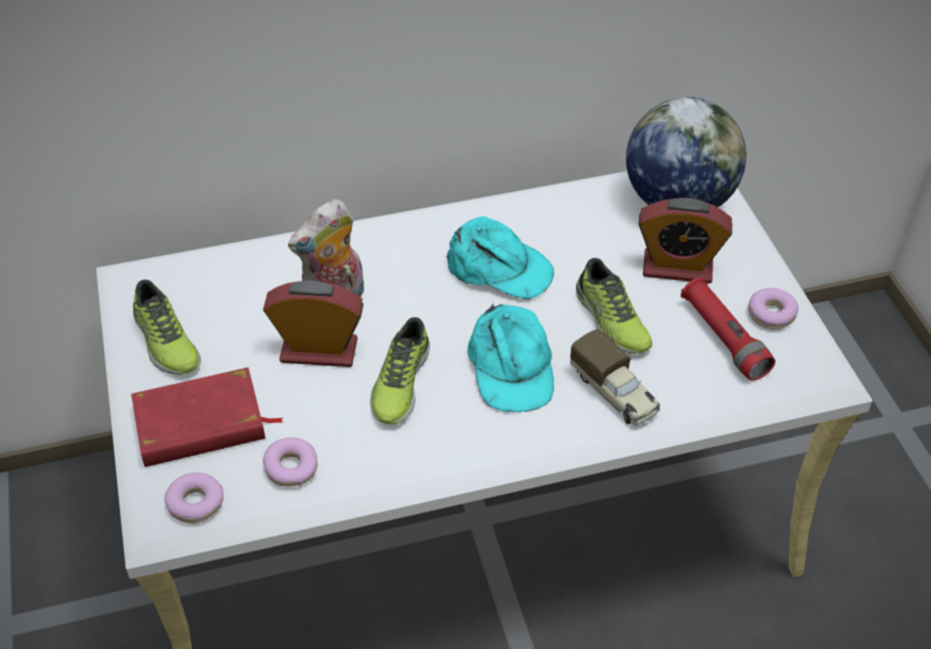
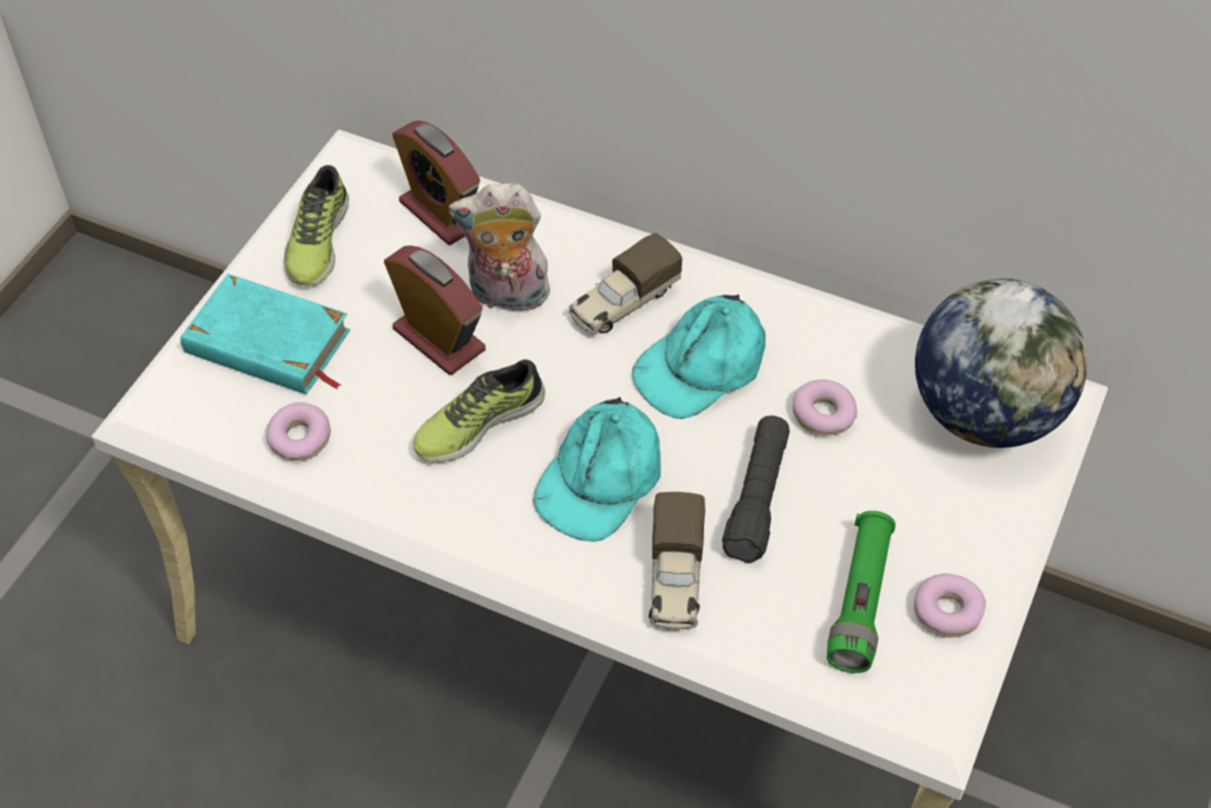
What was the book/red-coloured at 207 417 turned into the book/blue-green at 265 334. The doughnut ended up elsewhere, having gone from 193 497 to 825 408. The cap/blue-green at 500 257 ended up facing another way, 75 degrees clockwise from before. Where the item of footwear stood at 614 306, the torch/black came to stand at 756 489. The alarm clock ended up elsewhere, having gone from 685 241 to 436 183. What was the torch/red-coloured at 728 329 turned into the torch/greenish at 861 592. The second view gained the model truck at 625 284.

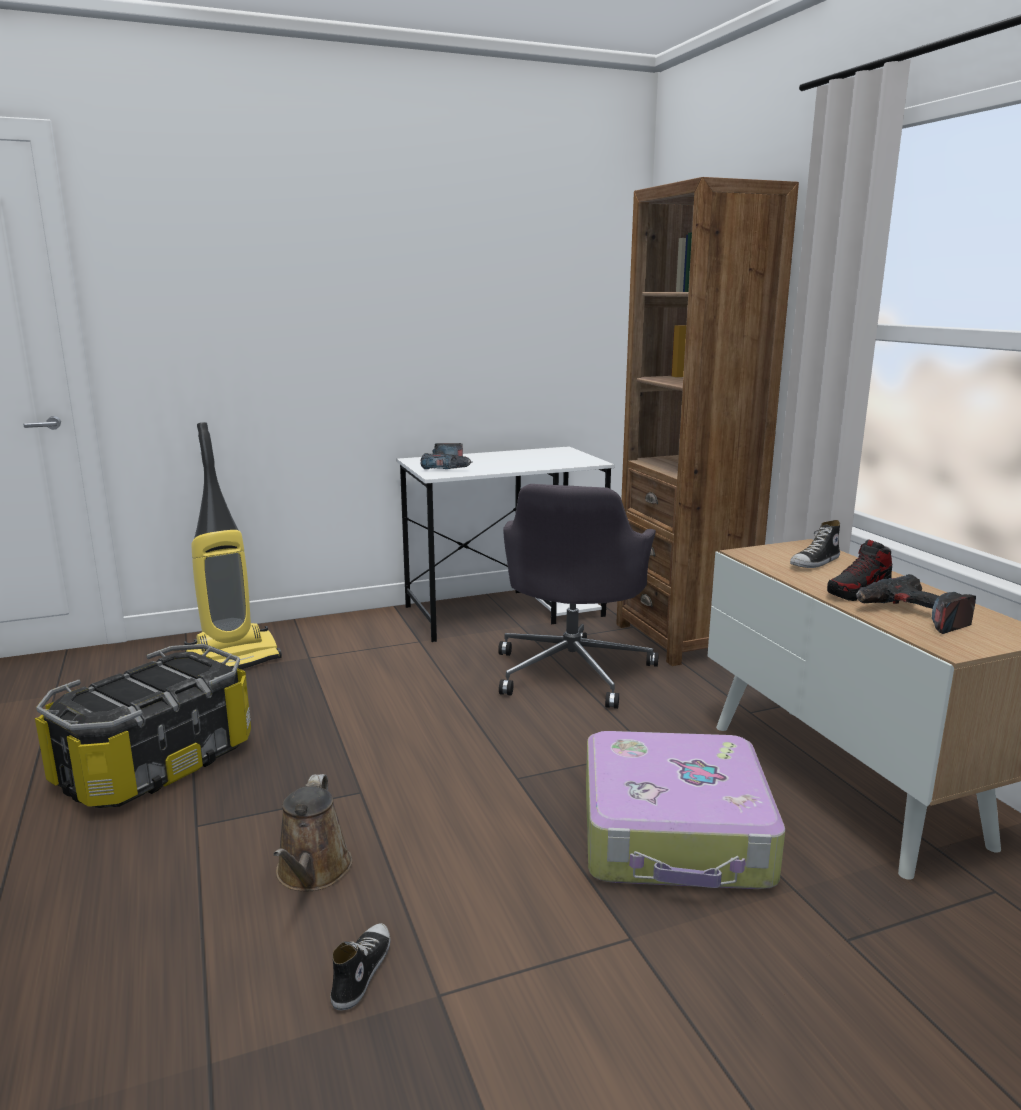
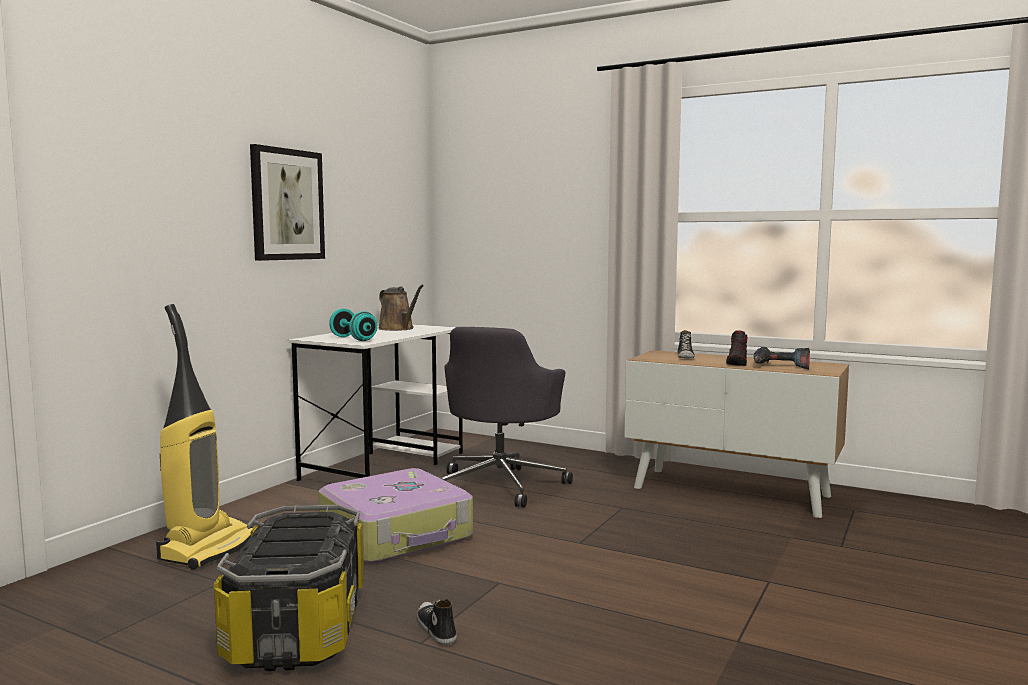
The watering can/brownish ended up elsewhere, having gone from 312 832 to 401 308. The item of footwear ended up elsewhere, having gone from 360 967 to 437 622. Where the power drill stood at 446 456, the free weight/blue-green came to stand at 353 324. The office chair/greyish at 578 596 ended up facing another way, 45 degrees clockwise from before. The travel case ended up elsewhere, having gone from 685 810 to 395 515. The second view lost the bookcase/brownish at 707 421. The second view gained the wall picture at 287 202.

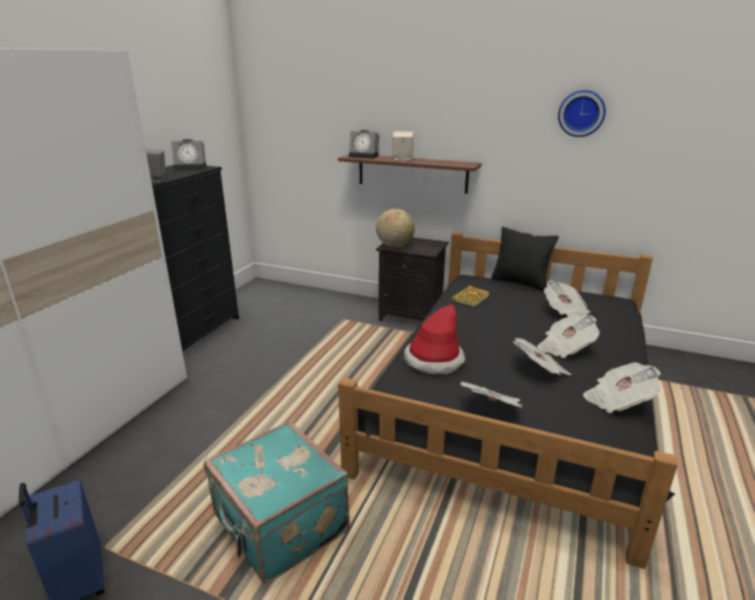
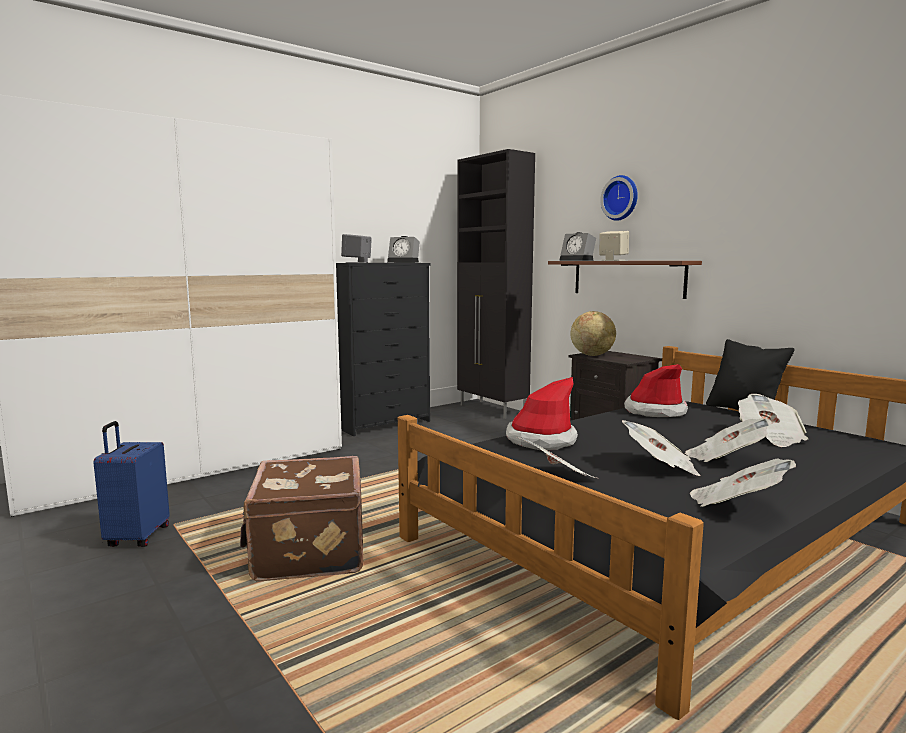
What was the travel case/blue-green at 277 502 turned into the travel case/brownish at 301 518. Where the book stood at 470 295, the clothing hat came to stand at 656 390. The hanging clock ended up elsewhere, having gone from 582 113 to 619 198. The second view gained the cupboard/black at 496 284.

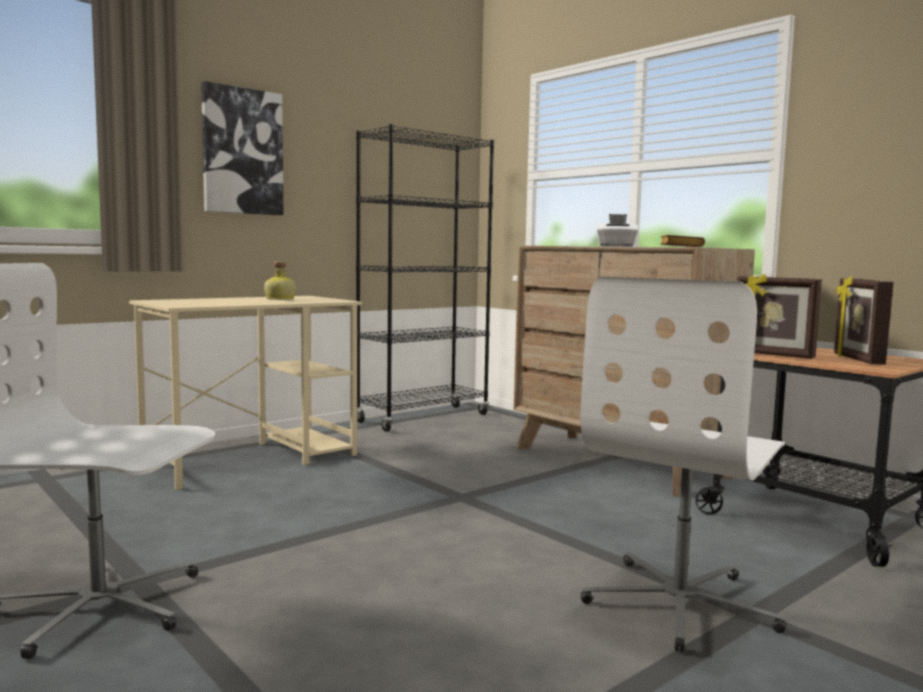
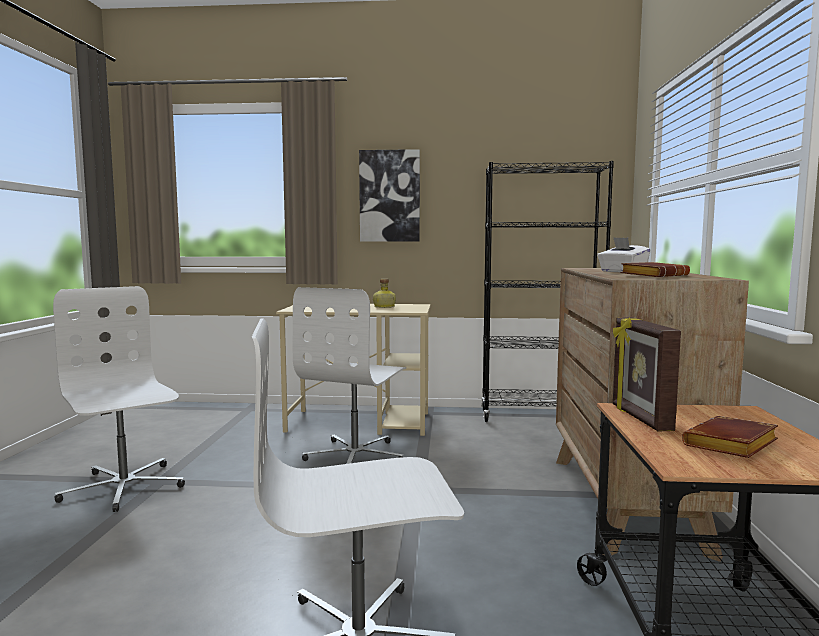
Where the standing frame stood at 864 320, the book/brownish came to stand at 730 437. The second view gained the office chair/whitish at 349 375.

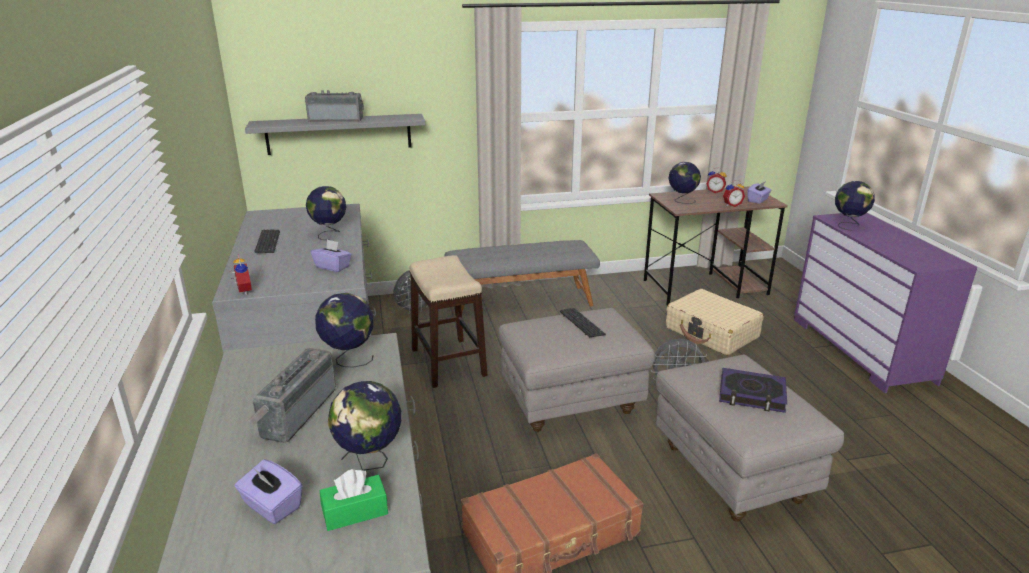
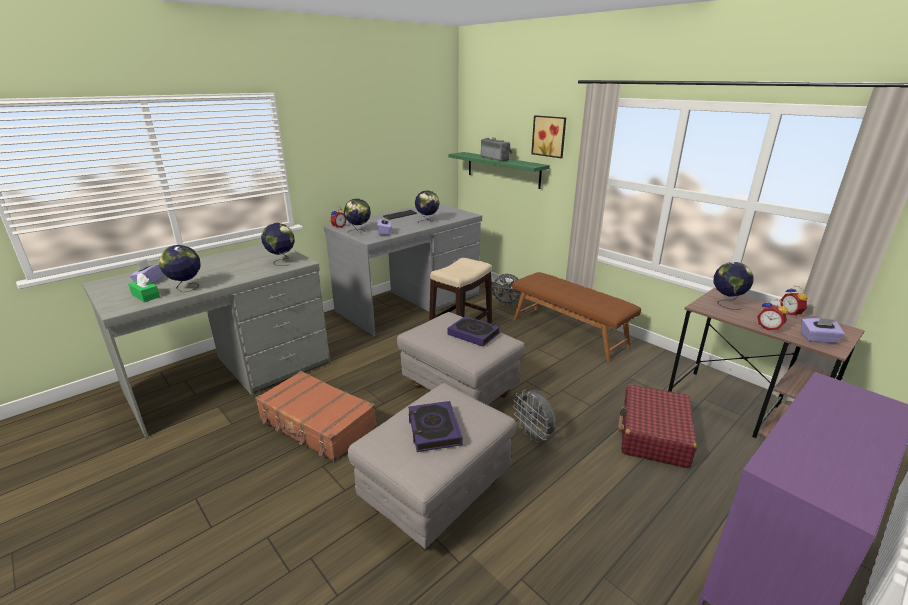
What was the wall shelf/greyish at 335 134 turned into the wall shelf/greenish at 499 170. The second view lost the radio set at 292 395. What was the long seat/greyish at 522 276 turned into the long seat/brownish at 576 317. Where the PC keyboard stood at 583 322, the book came to stand at 473 331. What was the travel case/sand-coloured at 715 322 turned into the travel case/red-coloured at 657 426. The world globe ended up elsewhere, having gone from 855 206 to 357 215. The second view gained the wall picture at 548 136.

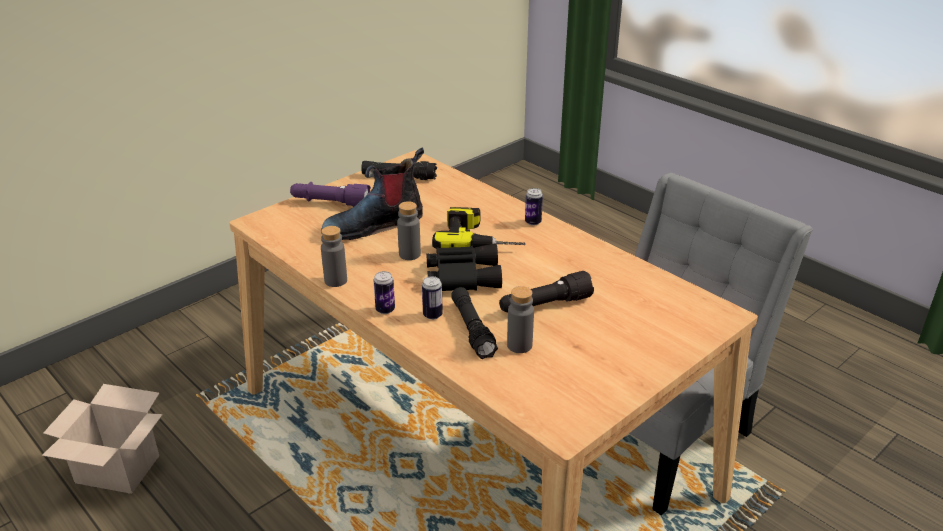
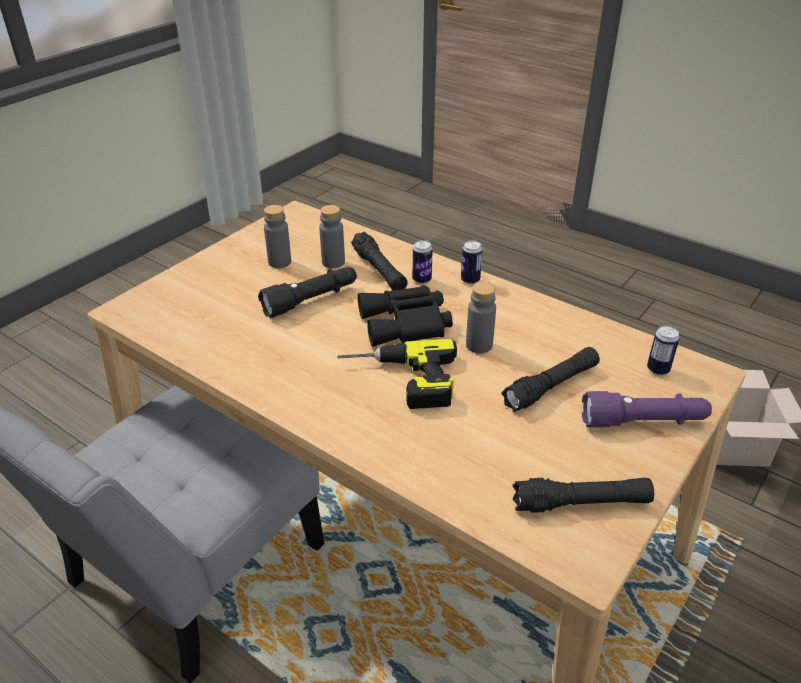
Where the tall boot stood at 372 194, the torch/black came to stand at 550 379. The drink bottle/greyish ended up elsewhere, having gone from 334 256 to 277 236. The can ended up elsewhere, having gone from 534 207 to 663 350.

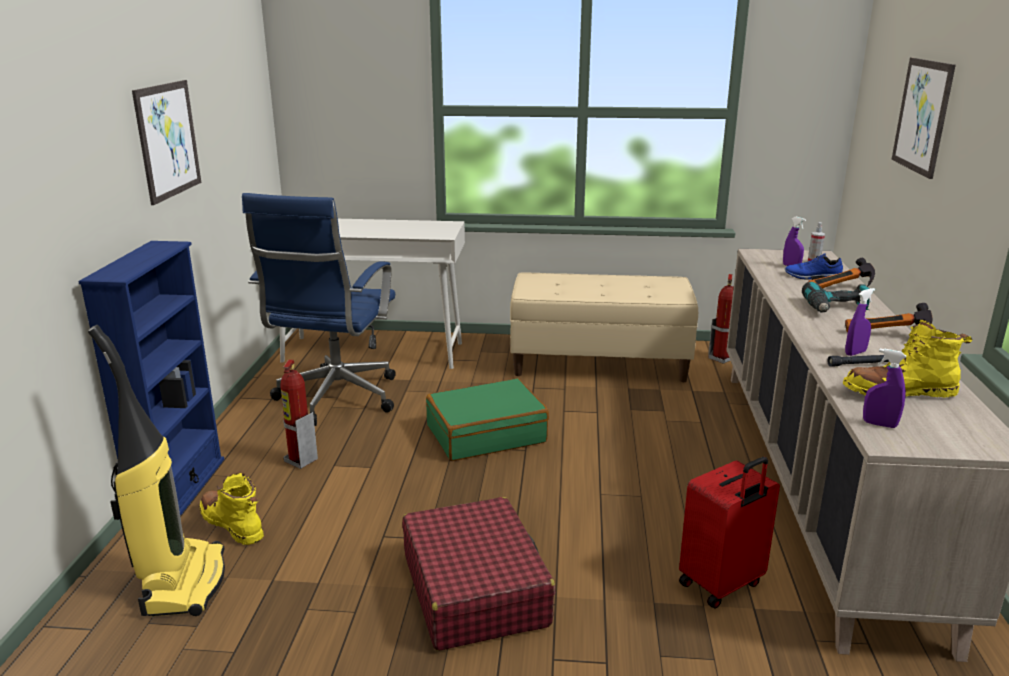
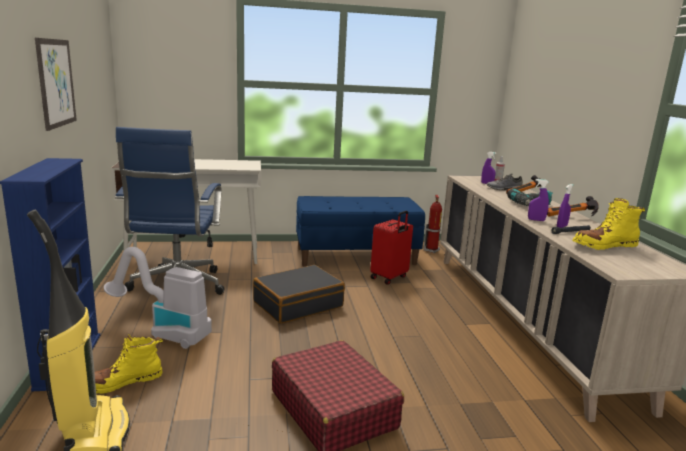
The tall boot/yellow at 232 509 ended up facing another way, 60 degrees counterclockwise from before. Where the fire extinguisher stood at 299 414, the vacuum cleaner came to stand at 158 298. What was the travel case/greenish at 487 419 turned into the travel case/black at 299 294. What was the long seat/sand-coloured at 604 327 turned into the long seat/blue-coloured at 360 231. The travel case/red-coloured ended up elsewhere, having gone from 729 533 to 391 248. What was the item of footwear/blue-coloured at 814 266 turned into the item of footwear/greyish at 505 182. The spray bottle/purplish ended up elsewhere, having gone from 884 388 to 538 200. The second view lost the wall picture at 923 118.

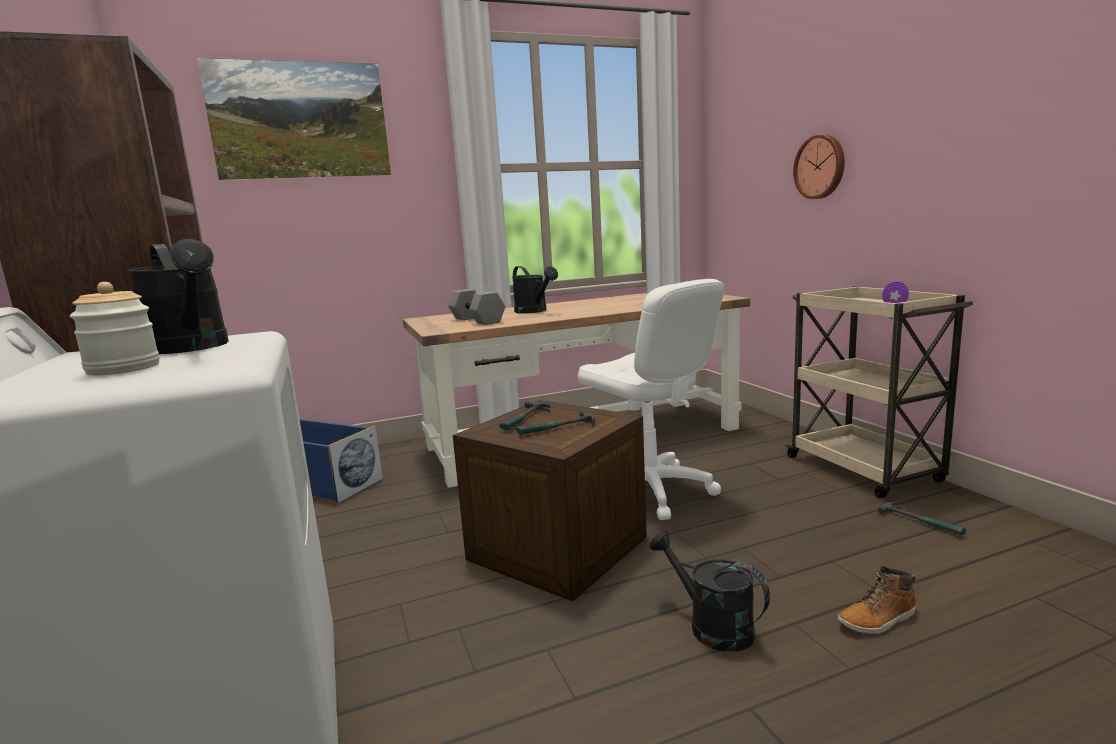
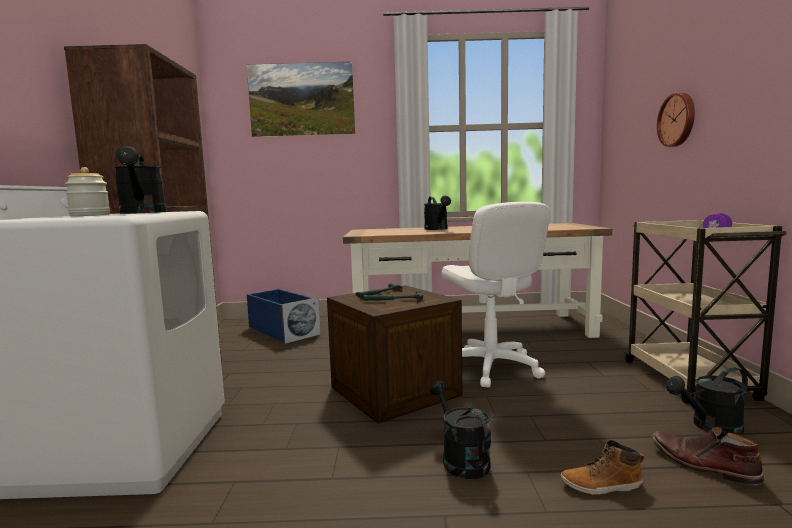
The second view lost the free weight/greyish at 476 307. Where the hammer stood at 922 518, the watering can/black came to stand at 707 401. The second view gained the tall boot/brownish at 708 456.

